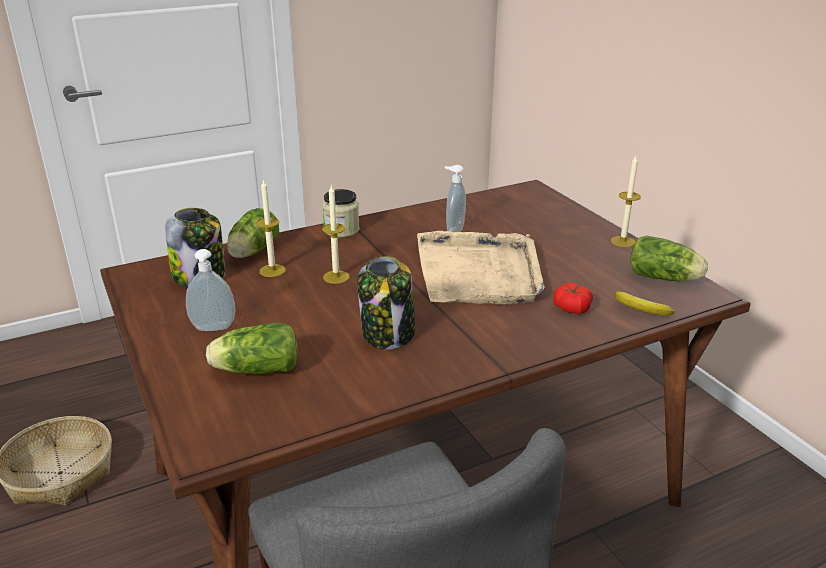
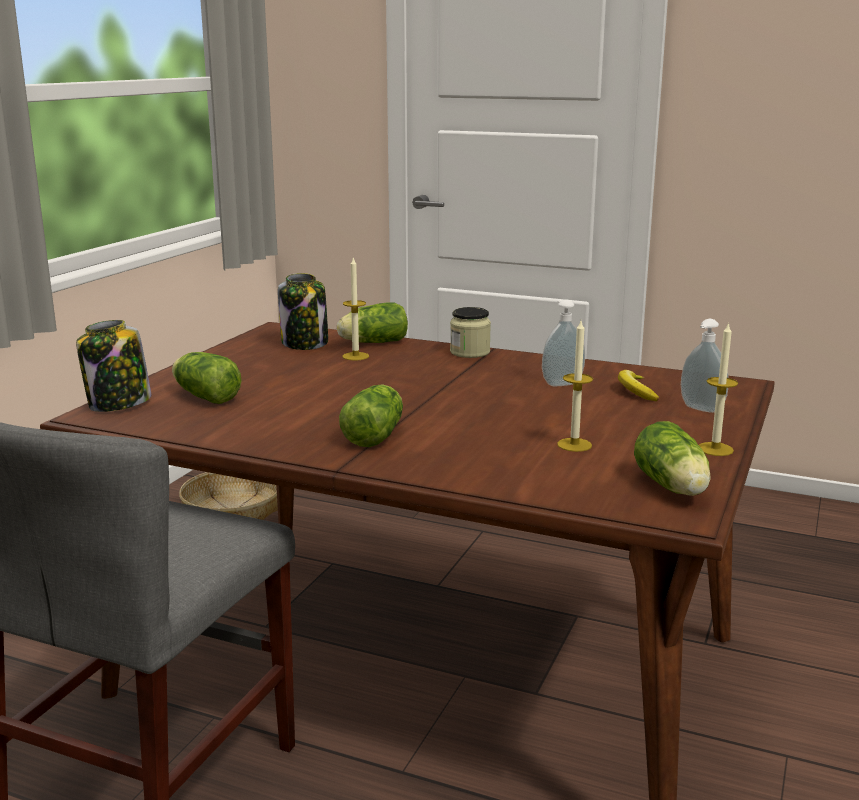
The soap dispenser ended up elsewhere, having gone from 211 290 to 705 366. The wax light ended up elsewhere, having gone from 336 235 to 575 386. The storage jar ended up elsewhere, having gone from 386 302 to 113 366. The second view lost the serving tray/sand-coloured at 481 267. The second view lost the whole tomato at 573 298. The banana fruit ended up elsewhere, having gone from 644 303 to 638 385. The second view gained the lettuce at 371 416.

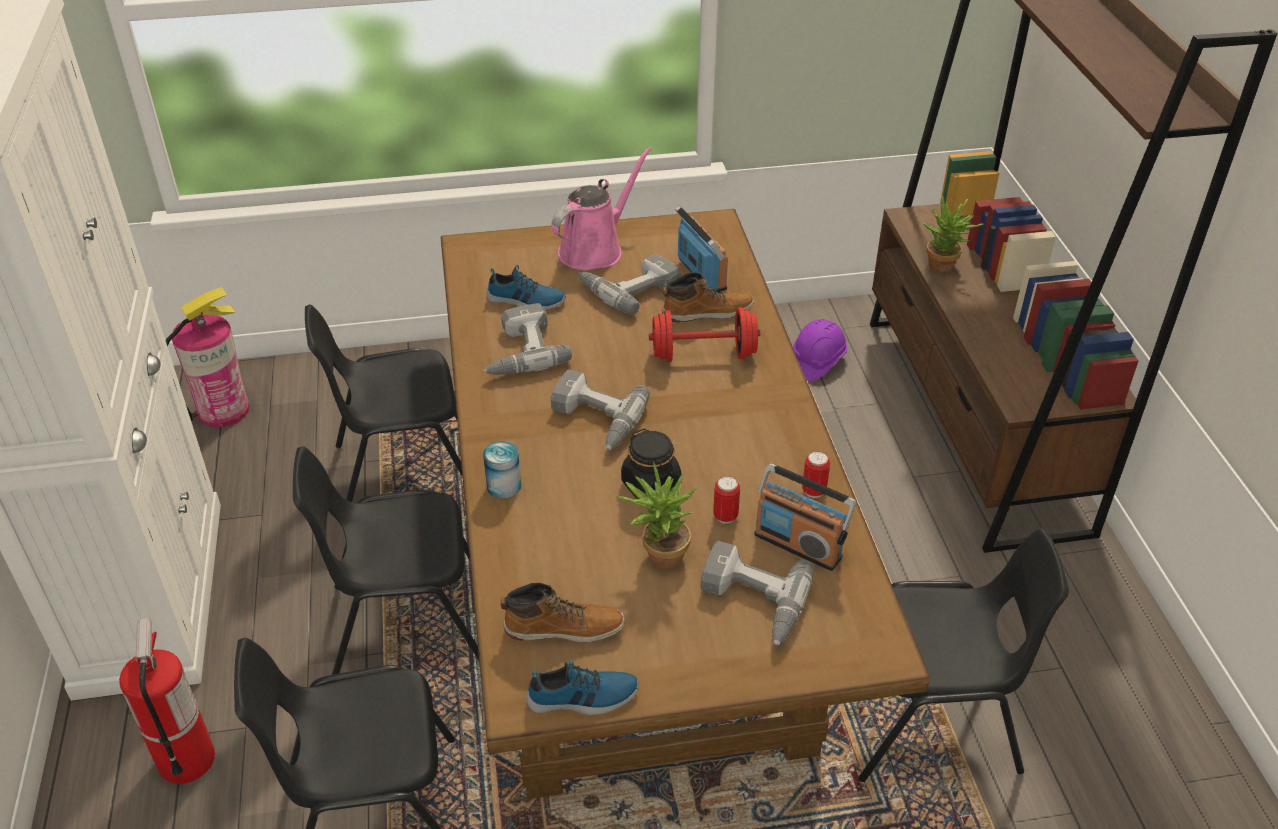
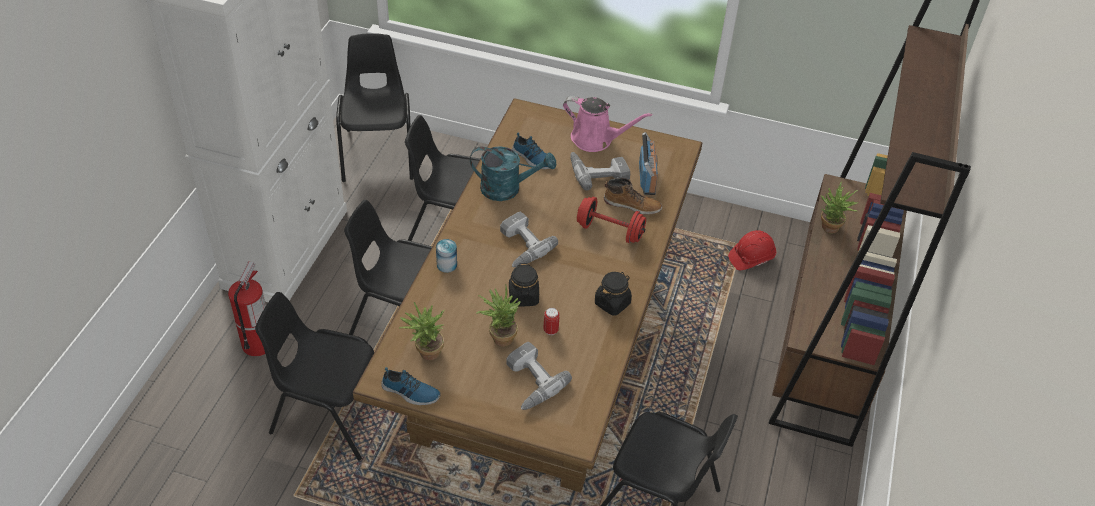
Where the fire extinguisher stood at 208 357, the chair/black came to stand at 375 107. Where the power drill stood at 528 339, the watering can/blue-green came to stand at 513 173. Where the tall boot stood at 562 612, the plant in a pot came to stand at 421 331. The watering can/pink at 601 209 ended up facing another way, 45 degrees clockwise from before. The second view lost the radio set at 805 517. What was the hard hat/purplish at 820 350 turned into the hard hat/red-coloured at 752 250. The second view lost the can at 816 474. The second view gained the storage jar/black at 613 293.

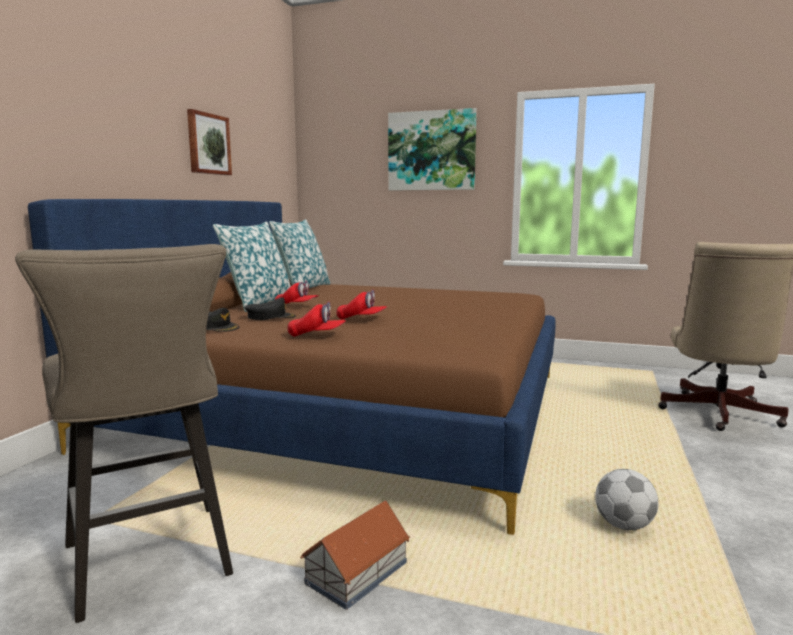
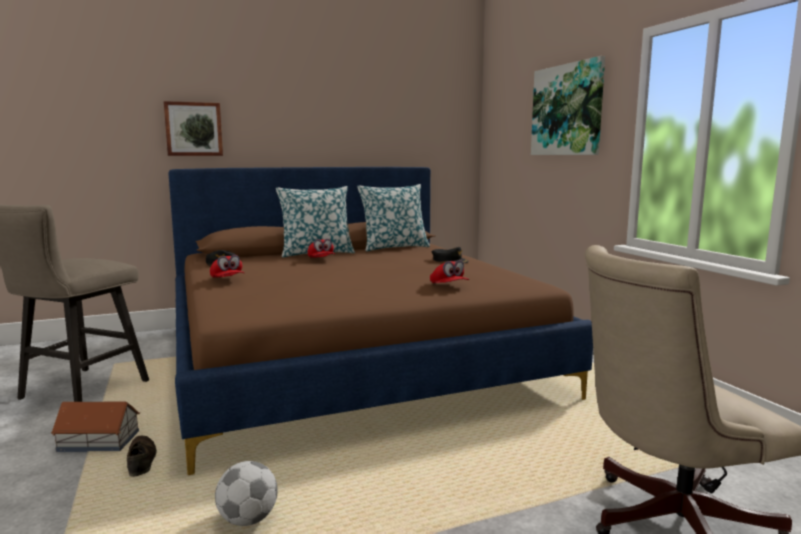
The wall picture ended up elsewhere, having gone from 209 142 to 193 128. The cap/black ended up elsewhere, having gone from 270 308 to 450 255. The cap/red-coloured ended up elsewhere, having gone from 361 305 to 449 271. The second view gained the item of footwear/brownish at 142 456.

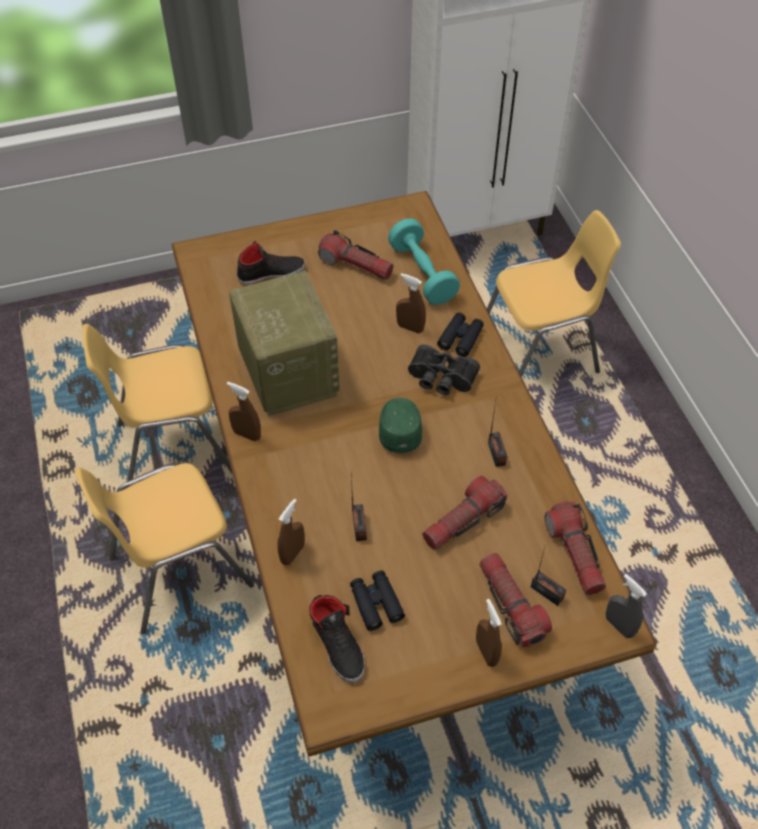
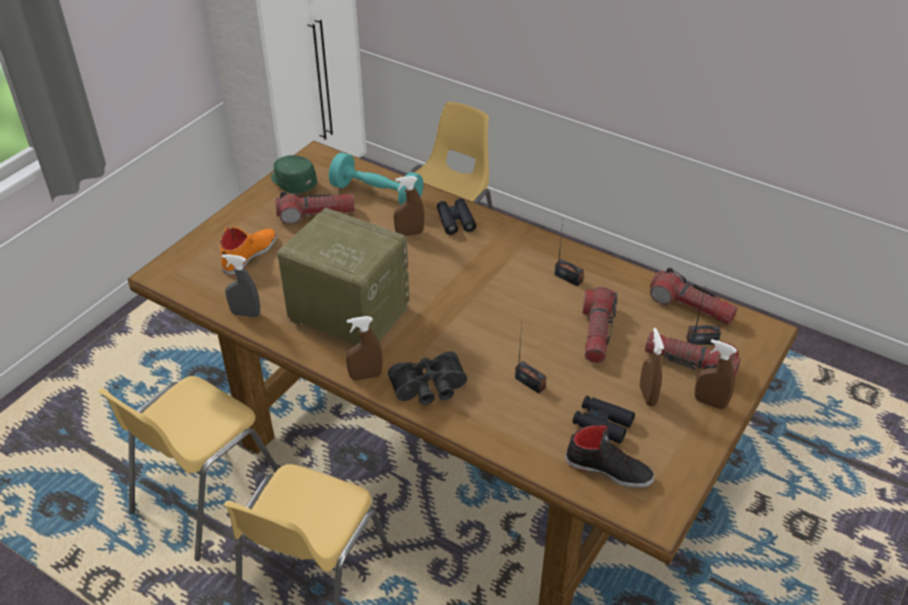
What was the item of footwear/black at 271 263 turned into the item of footwear/orange-coloured at 248 251. The spray bottle/brownish ended up elsewhere, having gone from 291 532 to 652 367. The cap/greenish ended up elsewhere, having gone from 400 425 to 294 174. The pair of binoculars/black ended up elsewhere, having gone from 444 369 to 427 378. The spray bottle/greyish ended up elsewhere, having gone from 626 606 to 241 285.

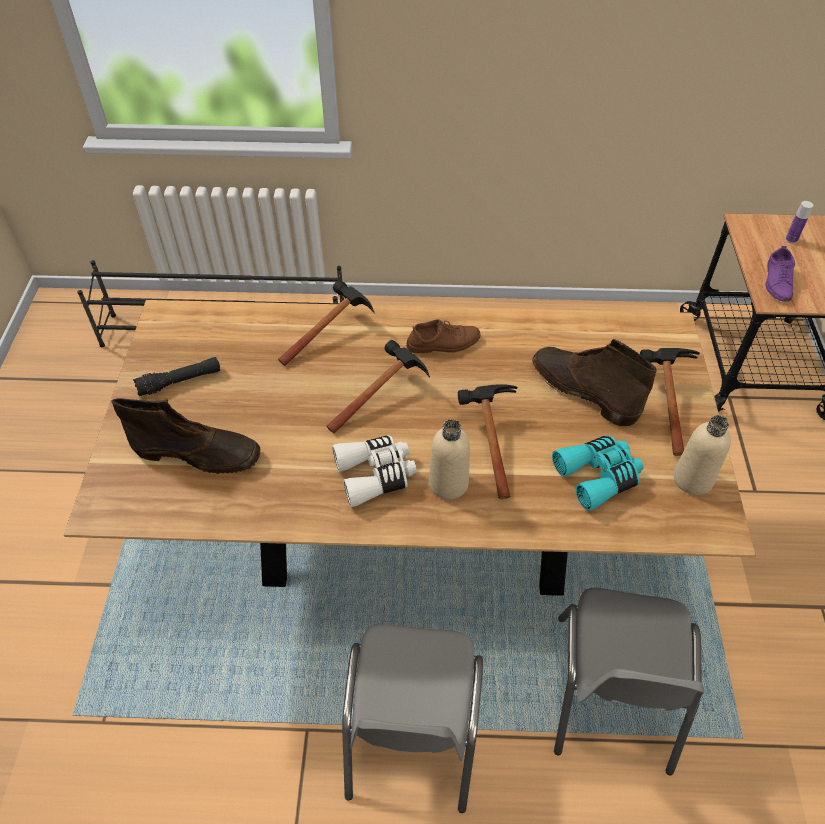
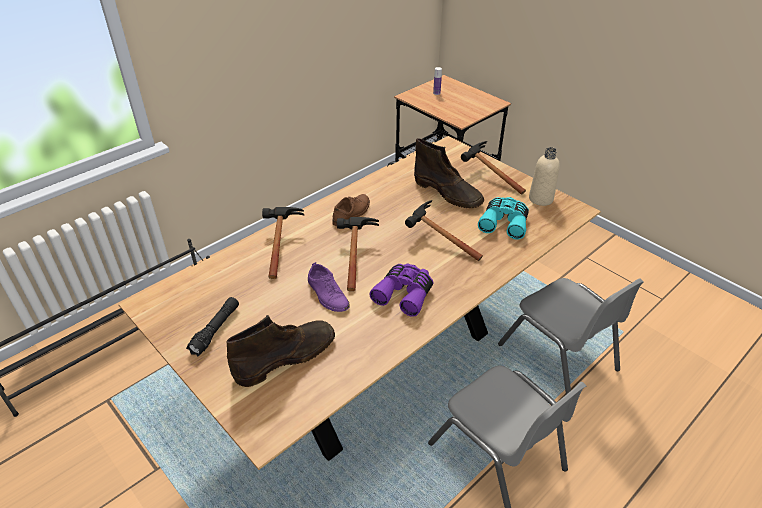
What was the pair of binoculars/whitish at 374 471 turned into the pair of binoculars/purplish at 402 290. The second view lost the drink bottle/sand-coloured at 449 459. The tall boot/brownish at 594 382 ended up facing another way, 135 degrees counterclockwise from before. The item of footwear/purplish ended up elsewhere, having gone from 780 274 to 329 287.

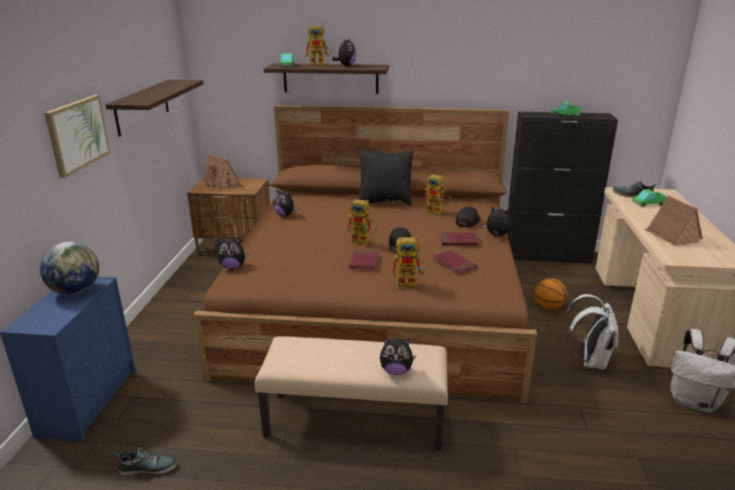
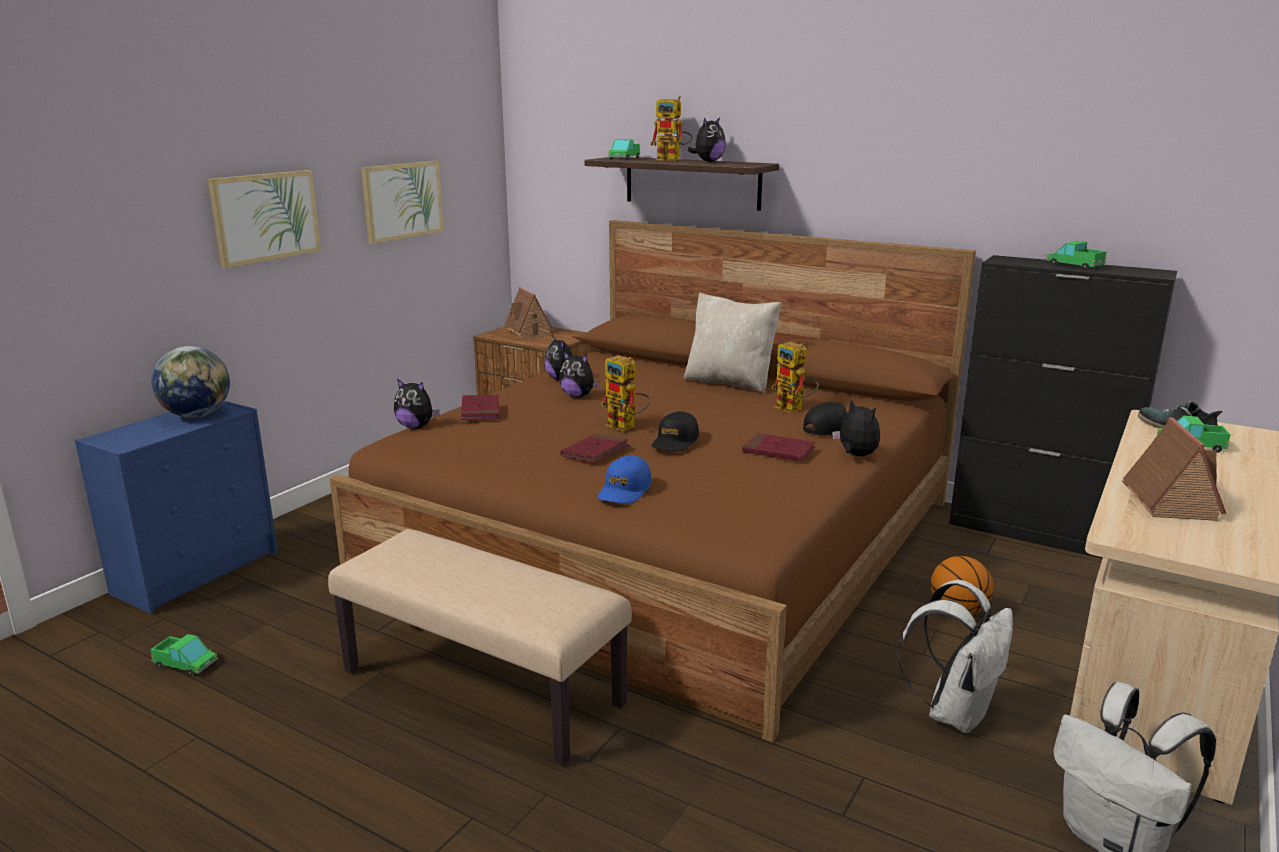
Where the wall shelf hung at 155 108, the wall picture came to hang at 402 202. Where the item of footwear stood at 145 462, the model truck came to stand at 184 655. What was the throw pillow/black at 386 177 turned into the throw pillow/sand-coloured at 732 343. The soft toy ended up elsewhere, having gone from 398 356 to 579 374. Where the robot figure stood at 408 262, the cap/blue-coloured came to stand at 624 480. The book/red-coloured ended up elsewhere, having gone from 454 262 to 480 407.

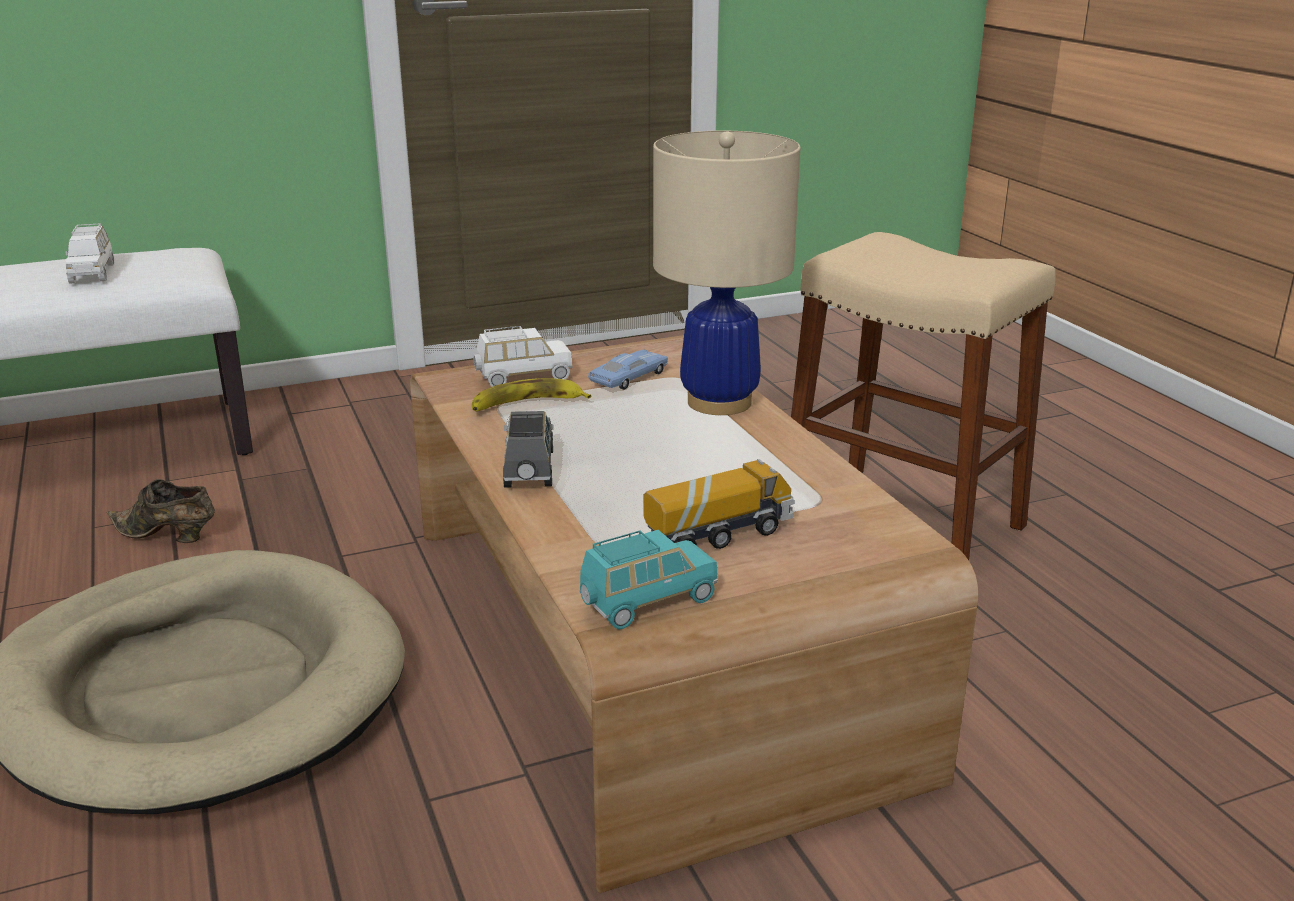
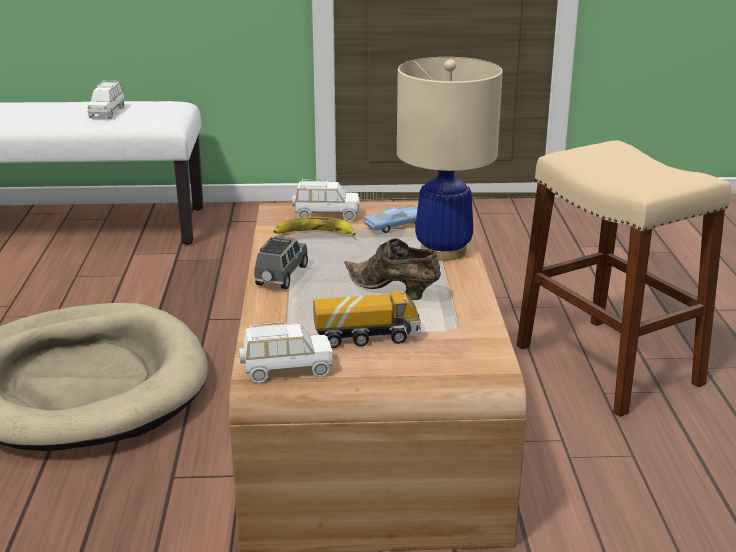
The item of footwear/brownish ended up elsewhere, having gone from 160 511 to 392 269. What was the miniature car/blue-green at 648 579 turned into the miniature car/whitish at 286 352.

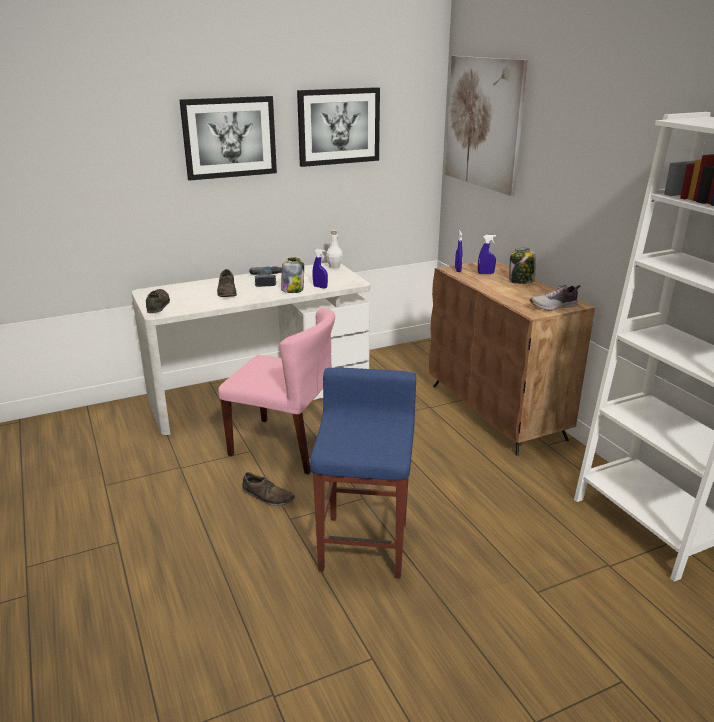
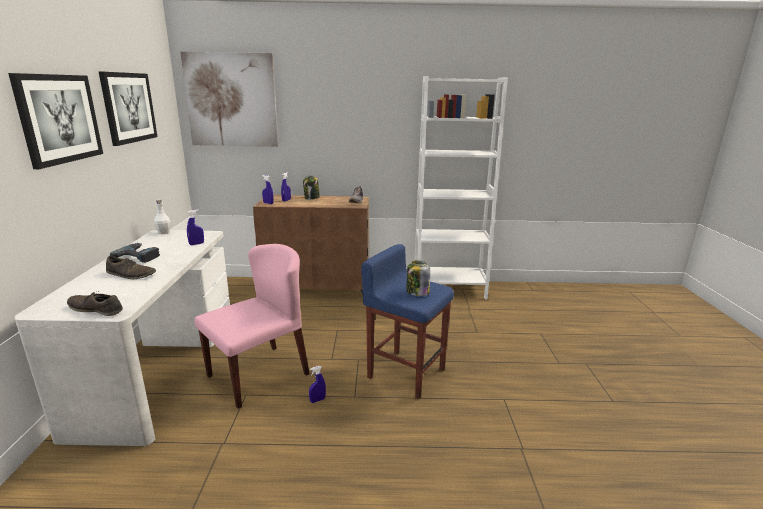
Where the item of footwear/brownish stood at 268 489, the spray bottle/blue-coloured came to stand at 317 384. The storage jar ended up elsewhere, having gone from 292 275 to 418 278.

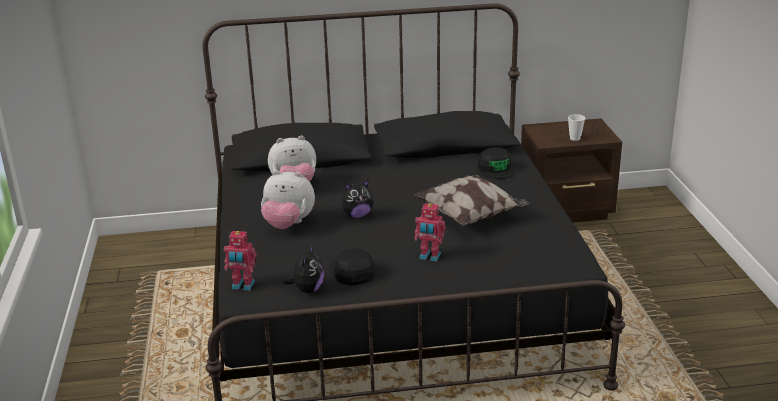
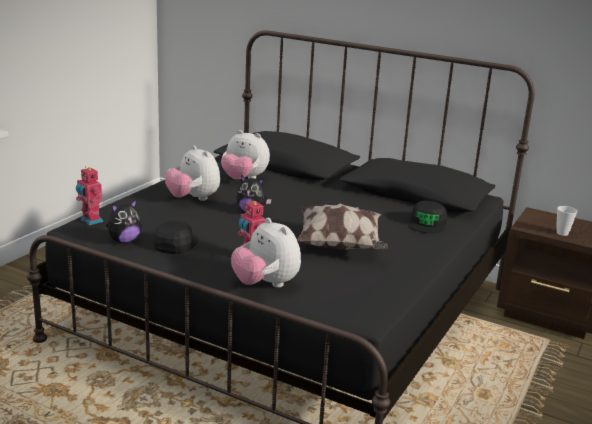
The second view gained the soft toy at 266 253.

